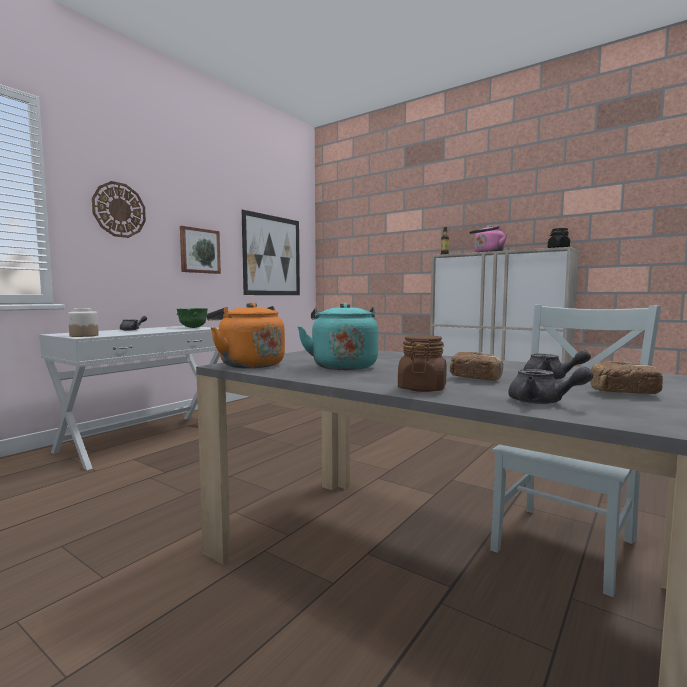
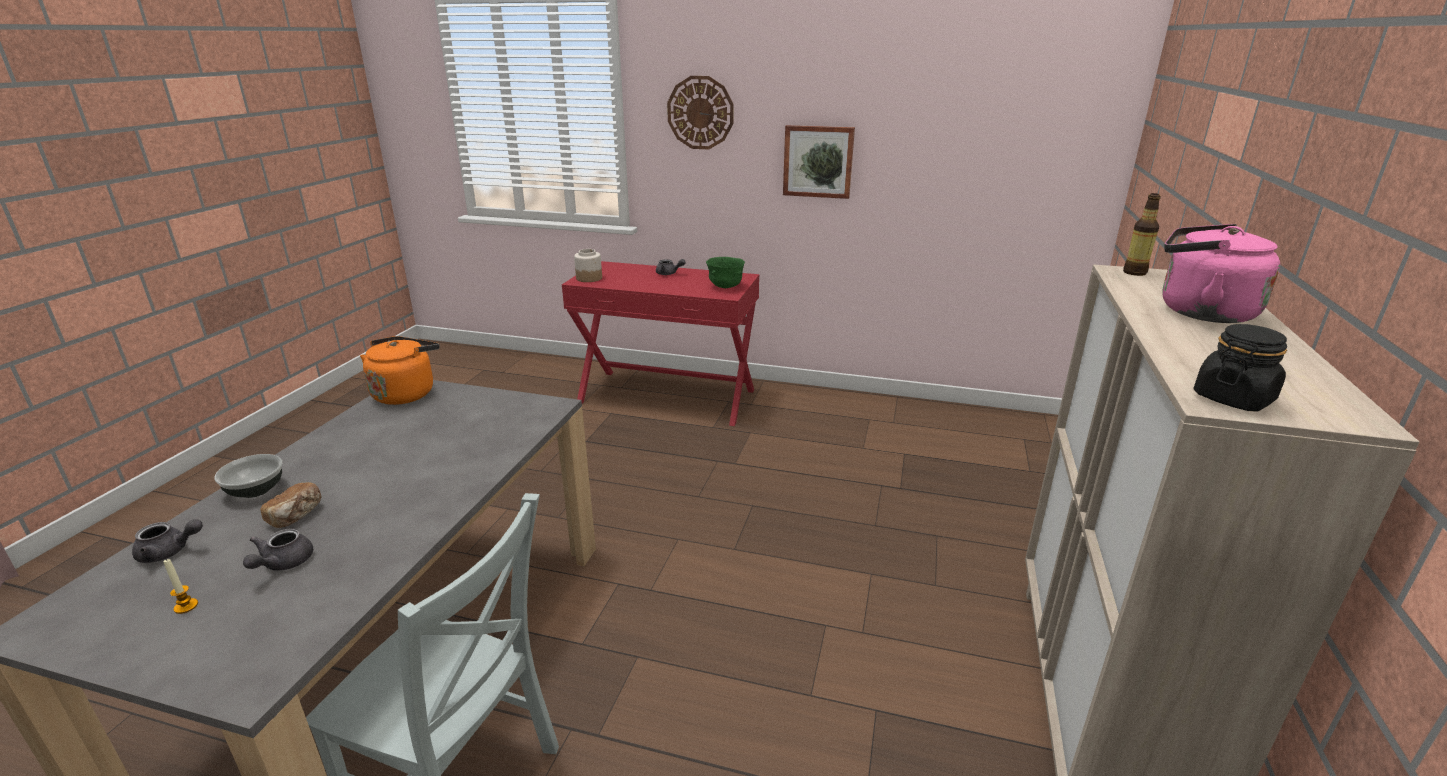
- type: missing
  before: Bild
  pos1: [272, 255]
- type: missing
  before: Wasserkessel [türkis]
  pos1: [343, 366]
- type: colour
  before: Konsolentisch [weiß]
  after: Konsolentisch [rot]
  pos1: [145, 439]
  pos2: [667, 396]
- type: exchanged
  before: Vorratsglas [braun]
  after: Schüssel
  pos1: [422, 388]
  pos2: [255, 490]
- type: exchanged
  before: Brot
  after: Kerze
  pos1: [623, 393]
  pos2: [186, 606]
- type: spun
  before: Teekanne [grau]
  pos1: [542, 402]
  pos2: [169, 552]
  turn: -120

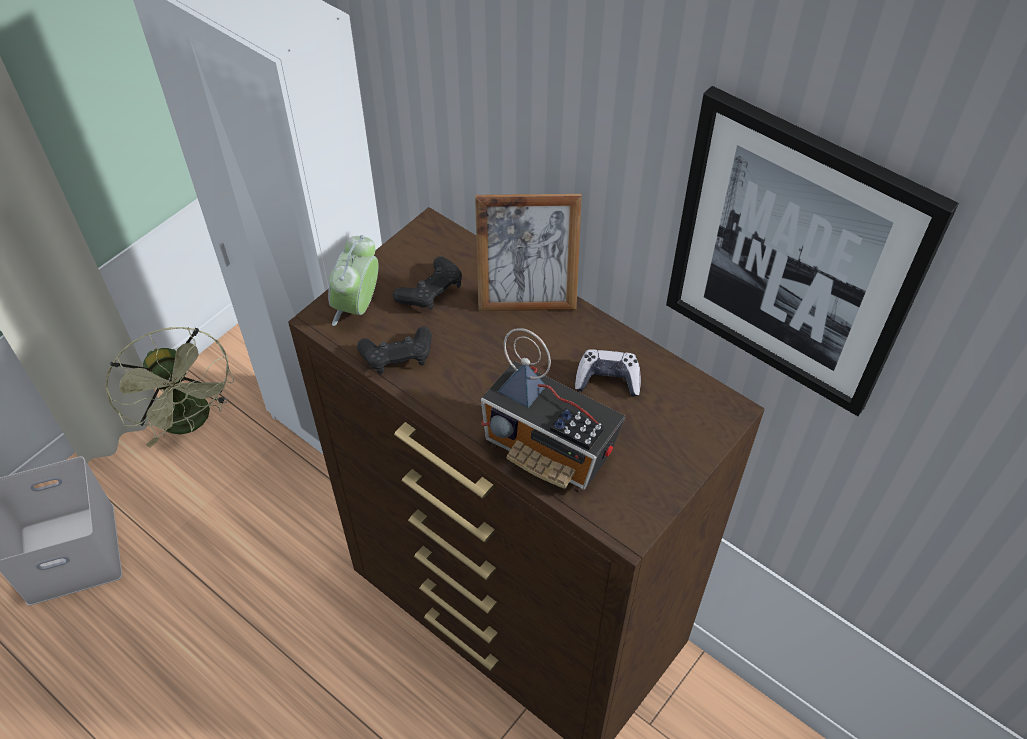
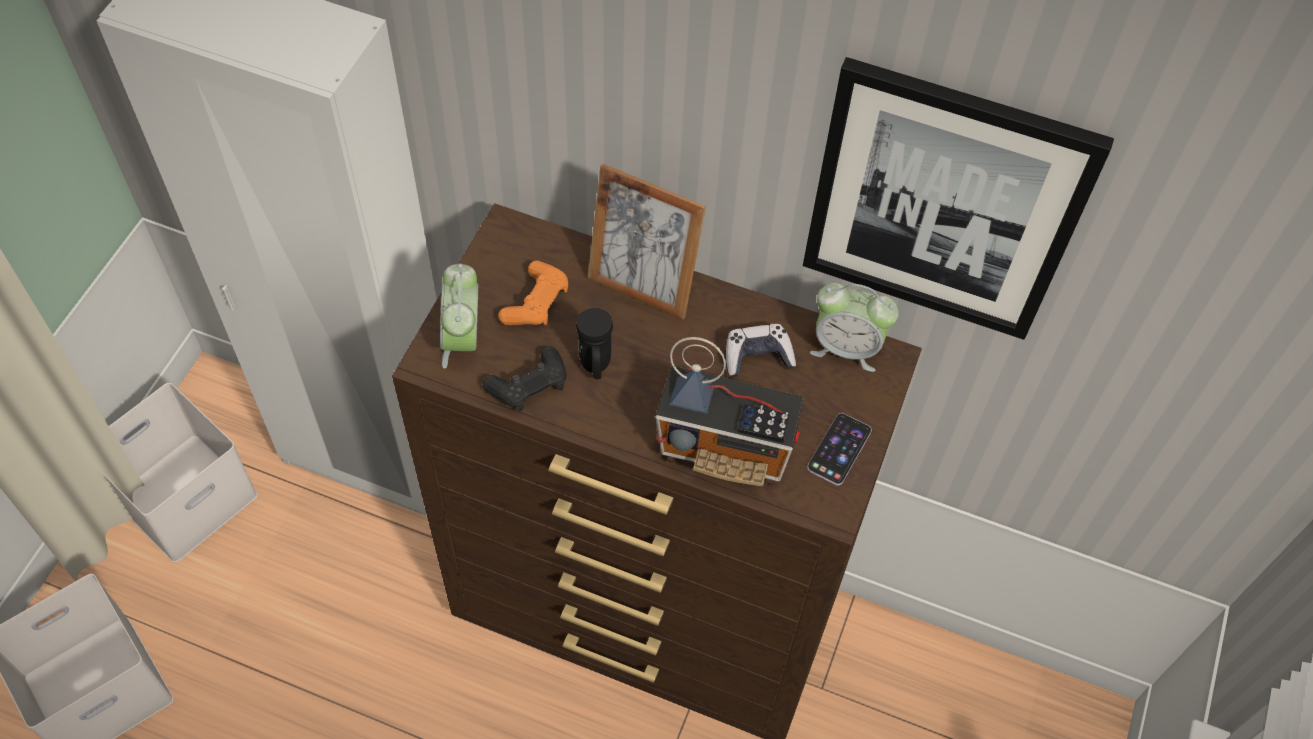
- type: spun
  before: Bilderrahmen
  pos1: [527, 299]
  pos2: [642, 287]
  turn: 45
- type: colour
  before: Gamepad [schwarz]
  after: Gamepad [orange]
  pos1: [431, 291]
  pos2: [536, 303]
- type: exchanged
  before: Ventilator [grün]
  after: Aufbewahrungsbox [weiß]
  pos1: [191, 422]
  pos2: [186, 494]
- type: appeared
  after: Wecker
  pos2: [846, 347]
- type: appeared
  after: Henkelbecher [schwarz]
  pos2: [595, 366]
- type: appeared
  after: Handy
  pos2: [839, 449]

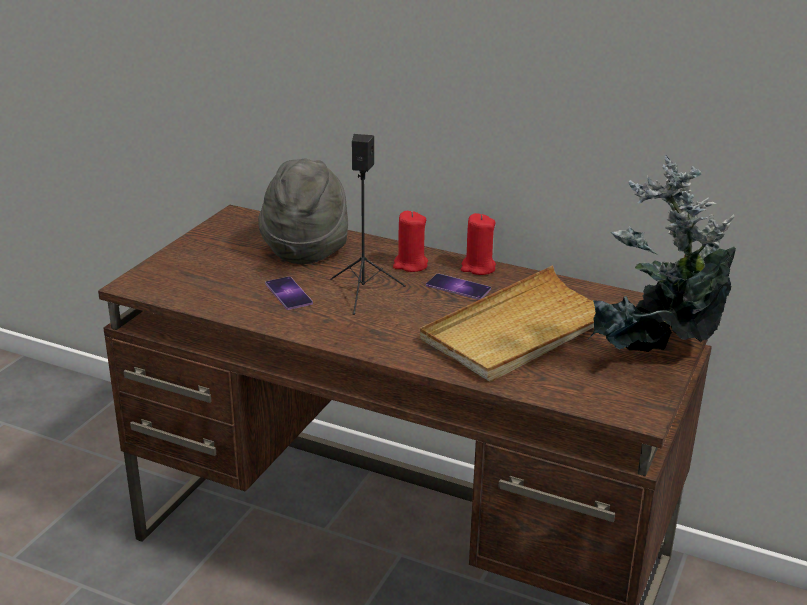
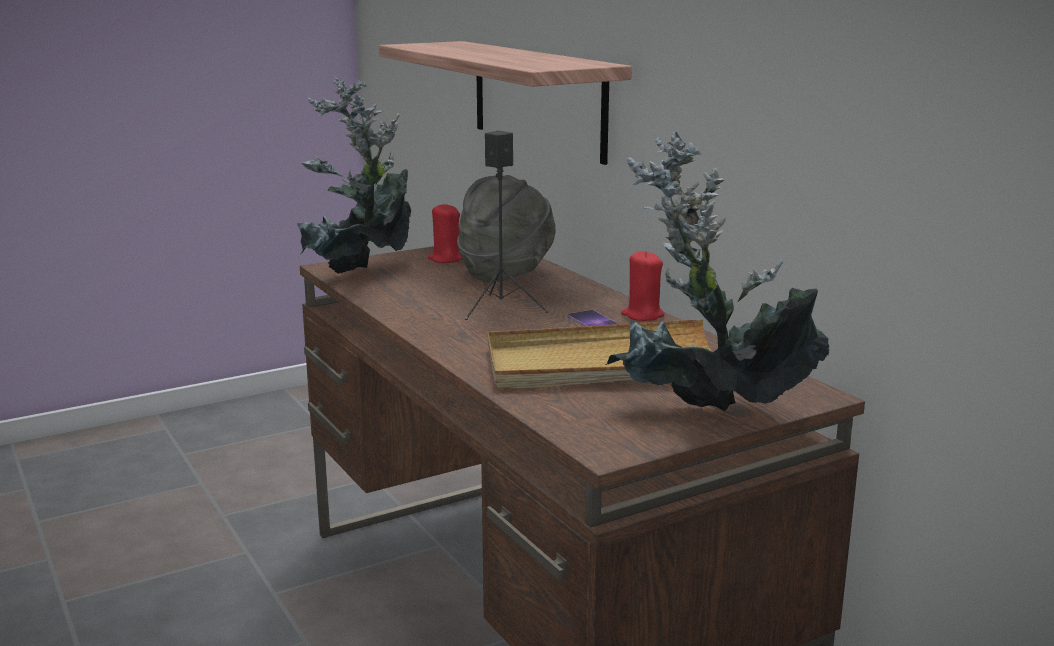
- type: relocated
  before: Kerze [rot]
  pos1: [410, 265]
  pos2: [446, 259]
- type: missing
  before: Handy
  pos1: [288, 293]
- type: appeared
  after: Wandregal
  pos2: [537, 99]
- type: appeared
  after: Topfpflanze
  pos2: [362, 275]

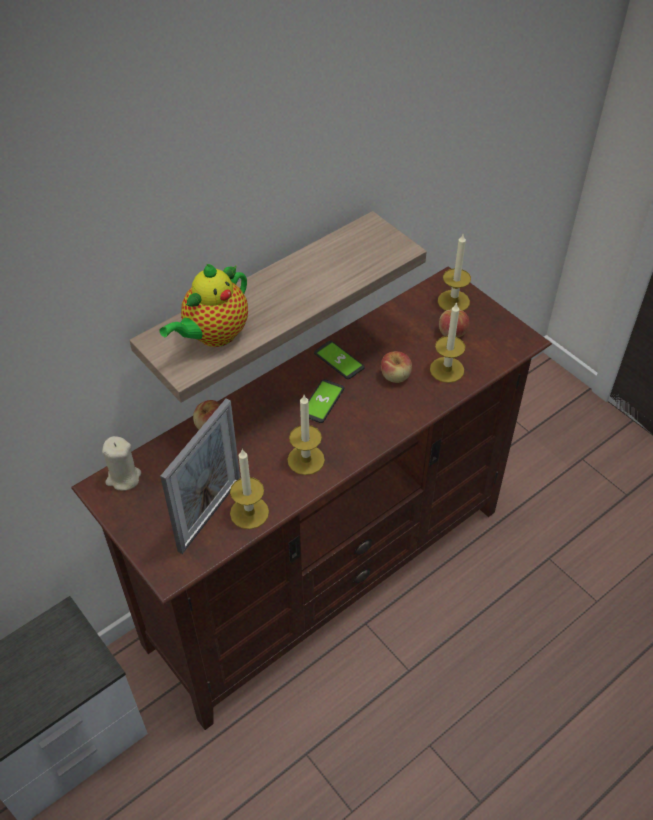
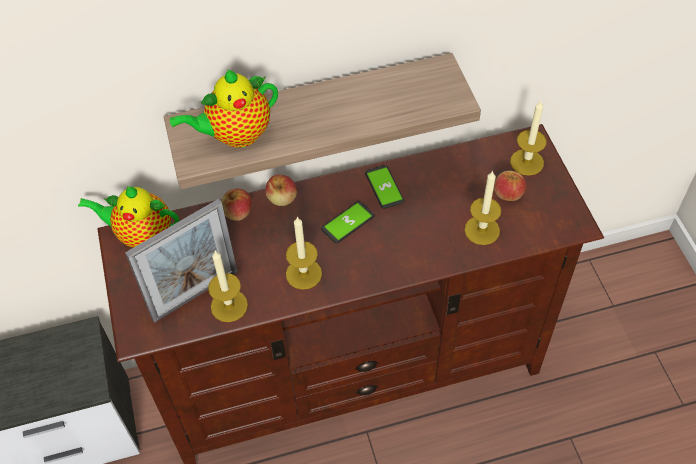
- type: relocated
  before: Apfel
  pos1: [395, 376]
  pos2: [282, 198]
- type: exchanged
  before: Kerze [beige]
  after: Teekanne
  pos1: [123, 478]
  pos2: [142, 235]

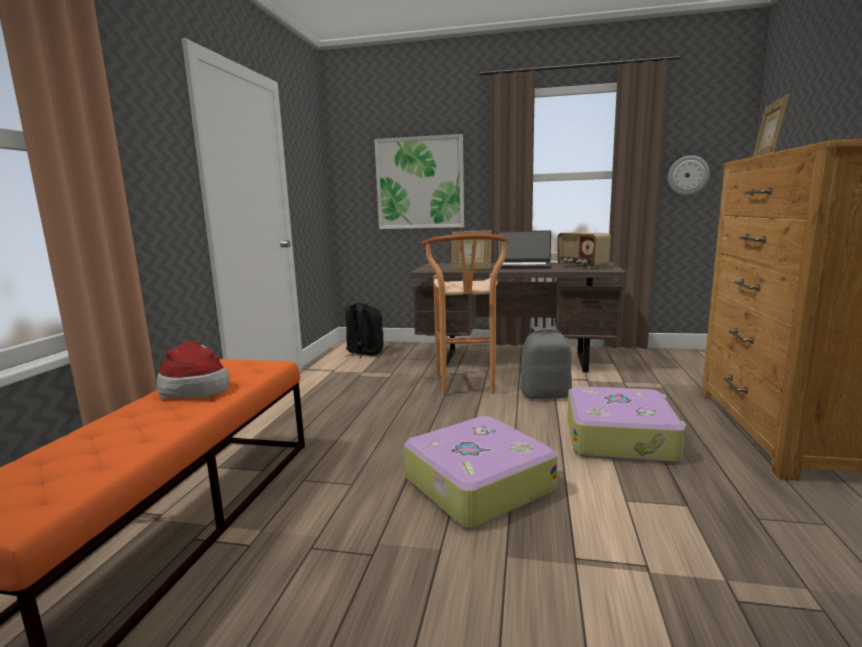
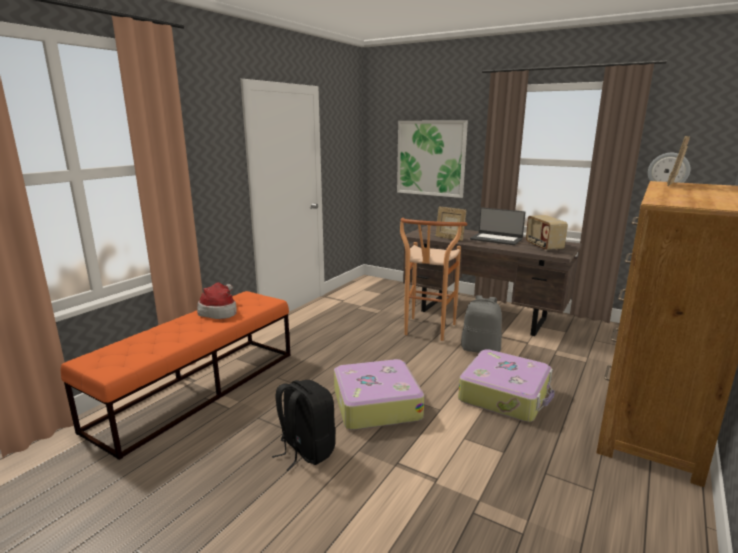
- type: relocated
  before: Rucksack [schwarz]
  pos1: [364, 353]
  pos2: [305, 451]

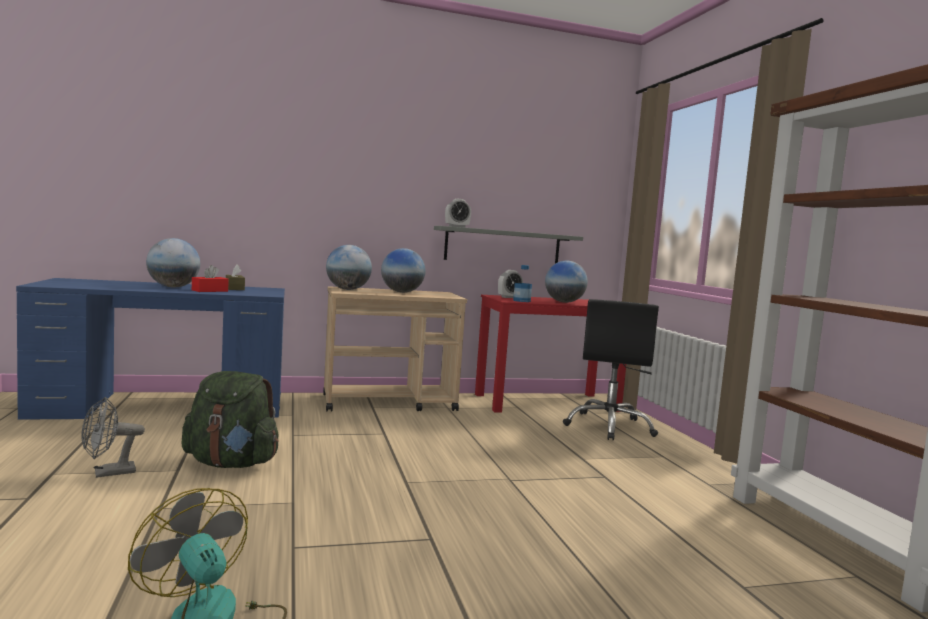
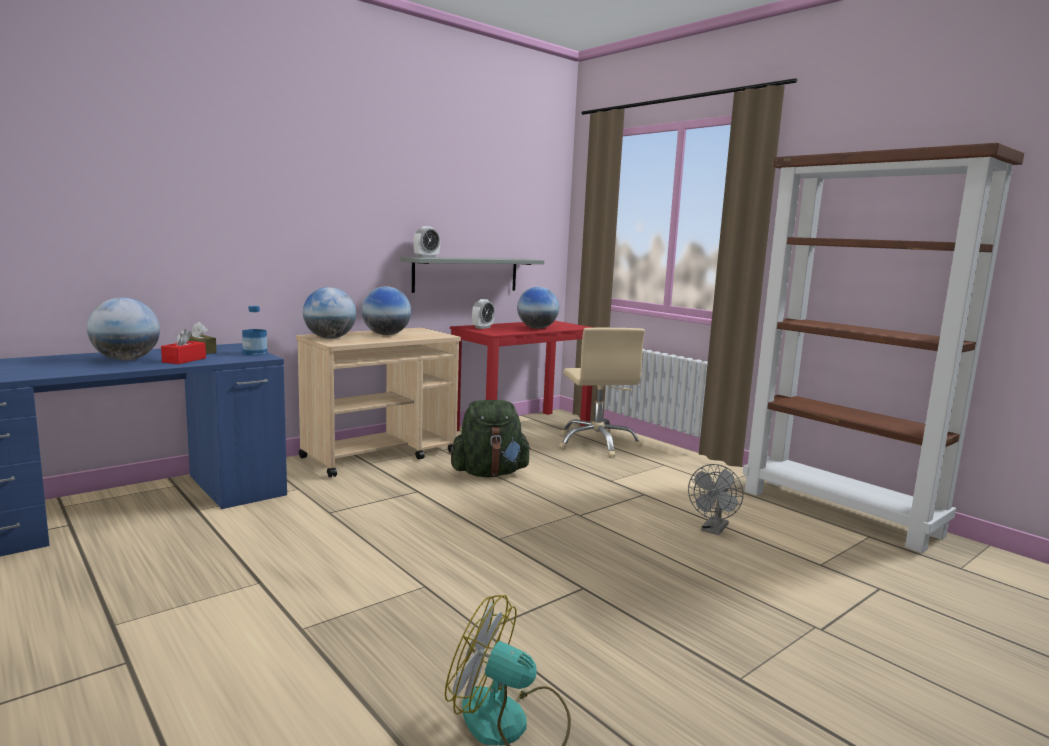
- type: relocated
  before: Flasche
  pos1: [521, 301]
  pos2: [255, 353]
- type: colour
  before: Bürostuhl [schwarz]
  after: Bürostuhl [beige]
  pos1: [609, 426]
  pos2: [597, 444]
- type: relocated
  before: Rucksack [grün]
  pos1: [231, 463]
  pos2: [489, 473]
- type: relocated
  before: Ventilator [grau]
  pos1: [108, 473]
  pos2: [713, 530]

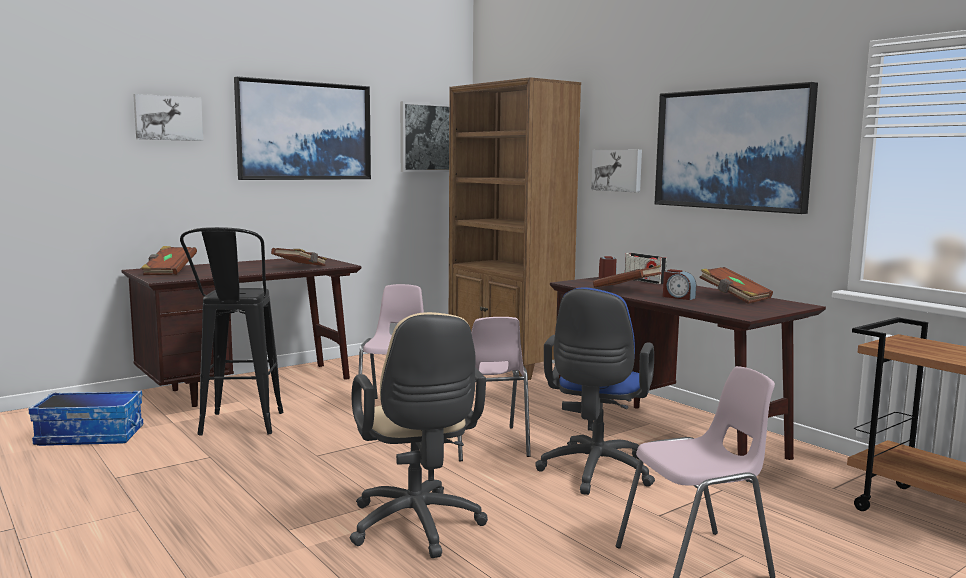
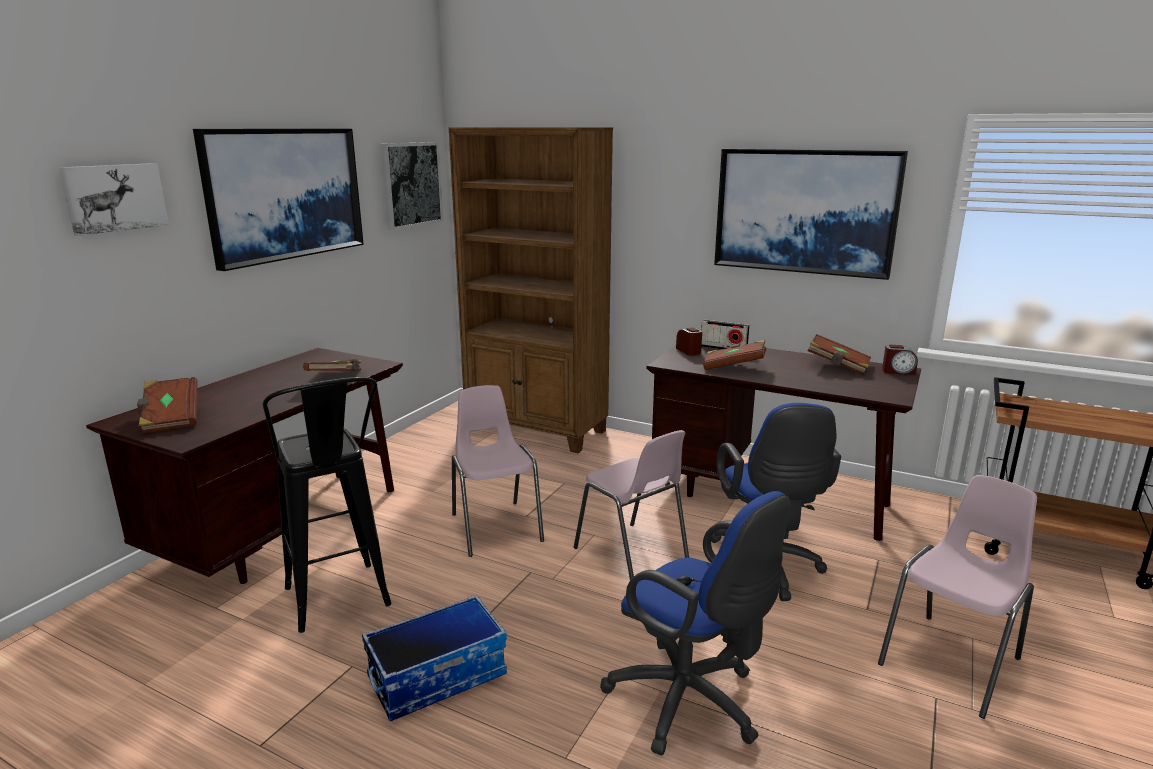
- type: missing
  before: Bild
  pos1: [617, 170]
- type: relocated
  before: Wecker
  pos1: [678, 297]
  pos2: [898, 371]
- type: colour
  before: Bürostuhl [beige]
  after: Bürostuhl [blau]
  pos1: [417, 528]
  pos2: [690, 703]
- type: relocated
  before: Aufbewahrungsbox
  pos1: [91, 436]
  pos2: [437, 676]

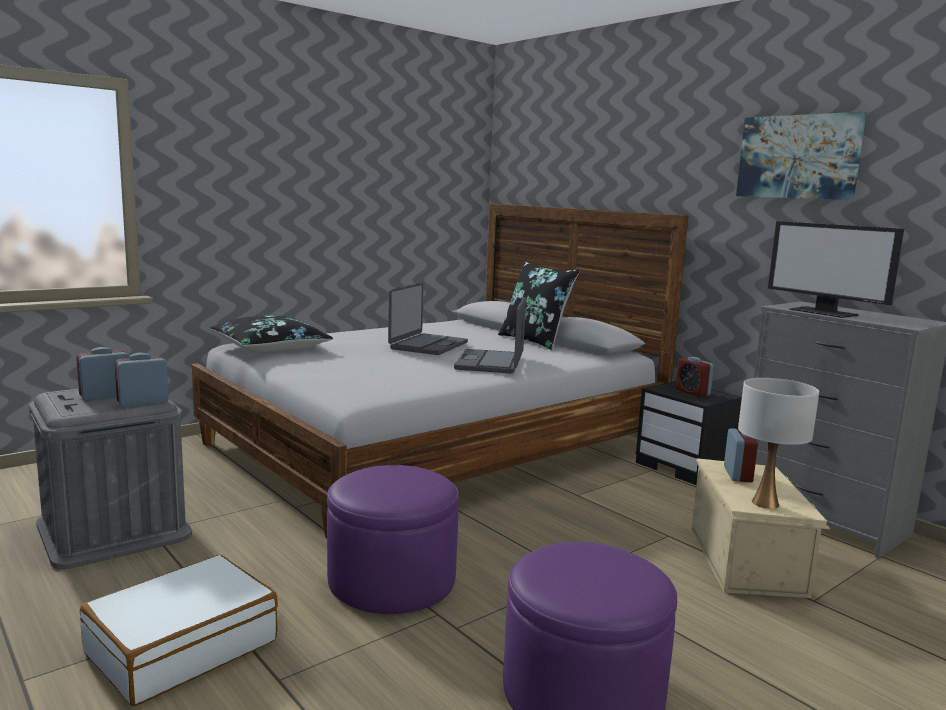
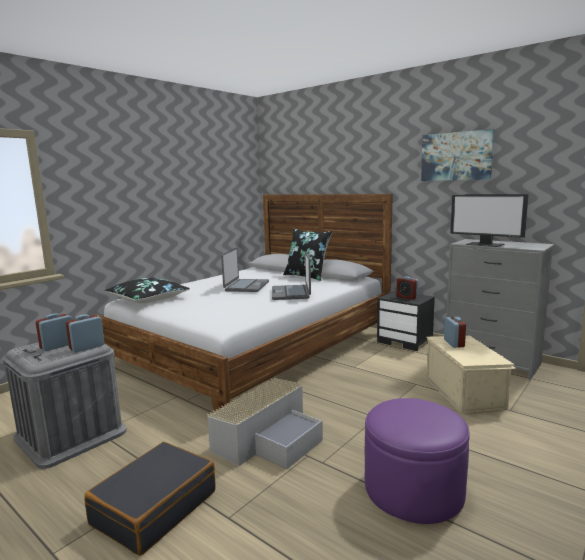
- type: missing
  before: Tischlampe [weiß]
  pos1: [764, 503]
- type: exchanged
  before: Polsterhocker [lila]
  after: Aufbewahrungsbox [grau]
  pos1: [392, 580]
  pos2: [269, 438]
- type: colour
  before: Koffer [weiß]
  after: Koffer [schwarz]
  pos1: [182, 646]
  pos2: [154, 507]

